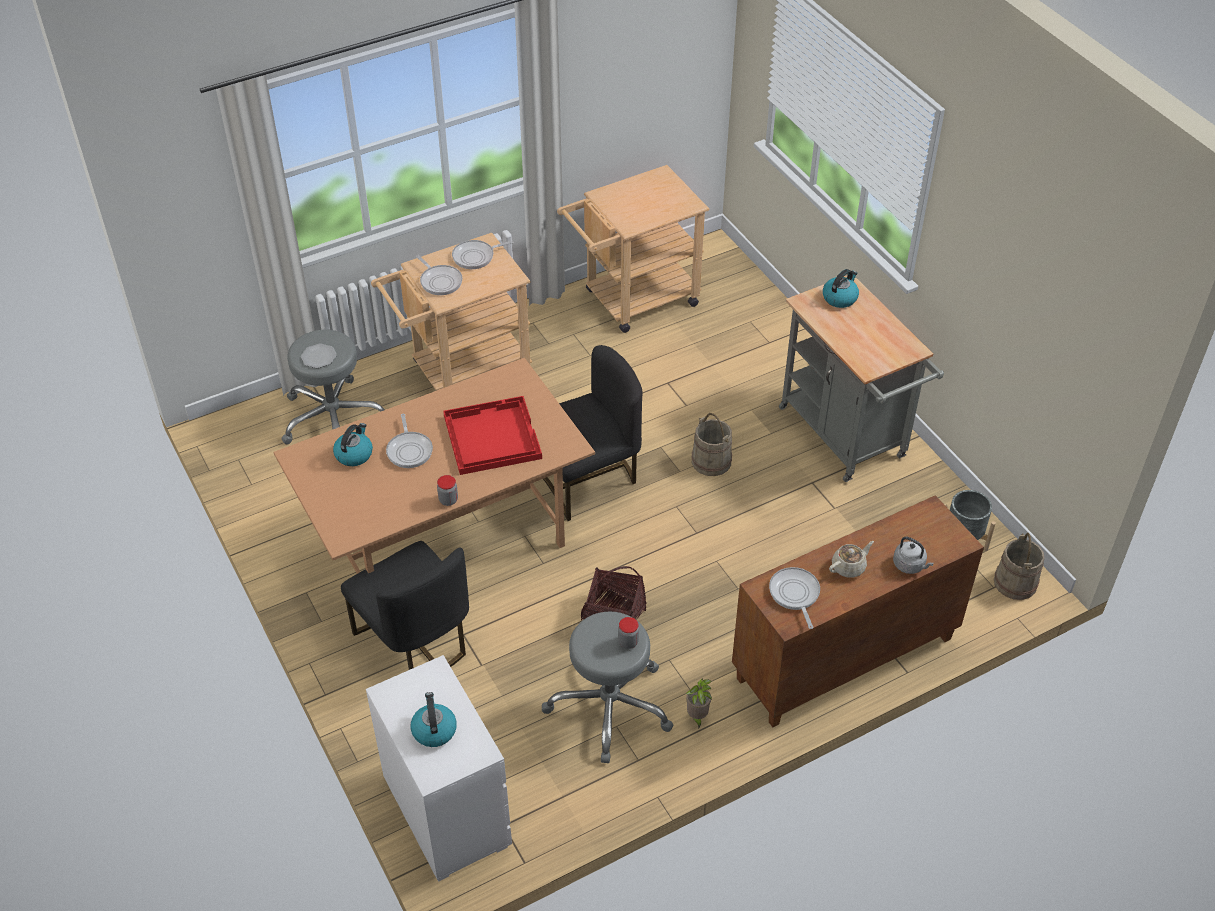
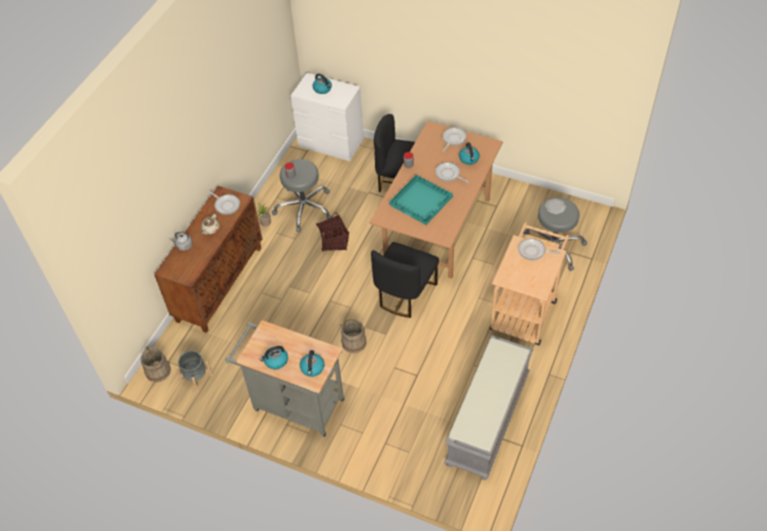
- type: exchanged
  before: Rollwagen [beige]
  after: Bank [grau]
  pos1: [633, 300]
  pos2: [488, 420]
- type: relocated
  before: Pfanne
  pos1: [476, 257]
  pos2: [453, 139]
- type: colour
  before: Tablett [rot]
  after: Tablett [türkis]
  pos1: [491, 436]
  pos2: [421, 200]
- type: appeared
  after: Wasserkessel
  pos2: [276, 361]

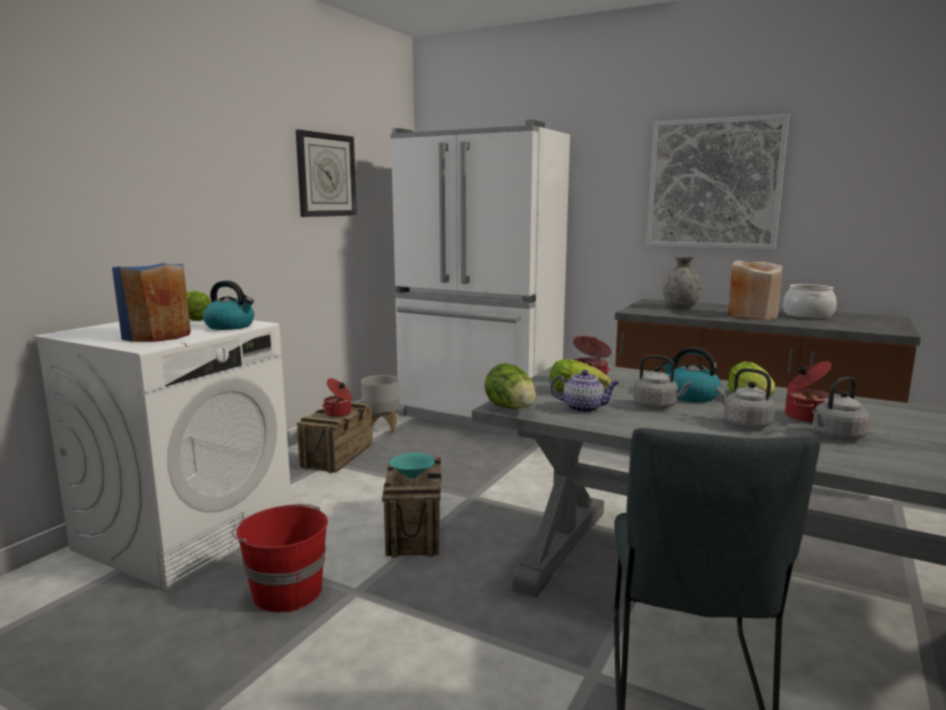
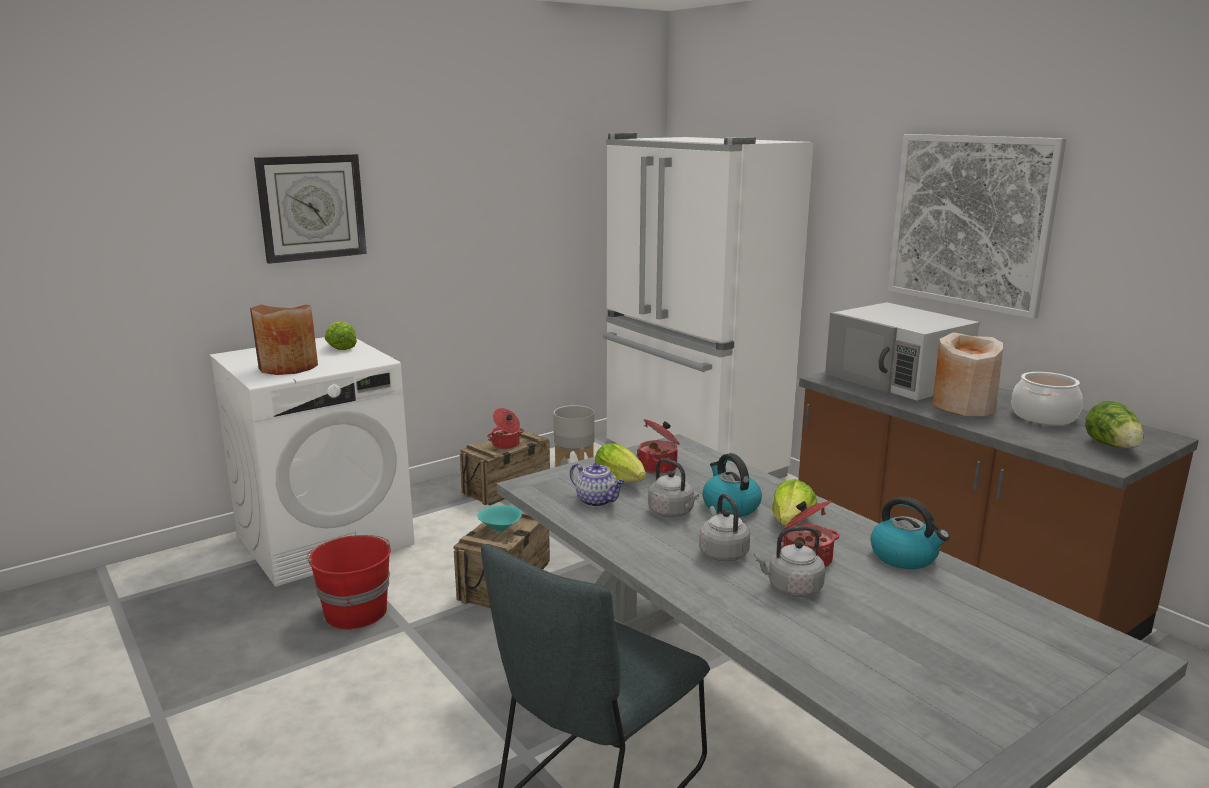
- type: relocated
  before: Wanduhr
  pos1: [326, 175]
  pos2: [311, 207]
- type: exchanged
  before: Vase [grau]
  after: Mikrowelle [weiß]
  pos1: [680, 307]
  pos2: [897, 379]
- type: colour
  before: Vase [blau]
  after: Vase [braun]
  pos1: [156, 335]
  pos2: [288, 367]
- type: relocated
  before: Wasserkessel
  pos1: [231, 326]
  pos2: [905, 557]
- type: relocated
  before: Salatkopf
  pos1: [512, 409]
  pos2: [1112, 447]

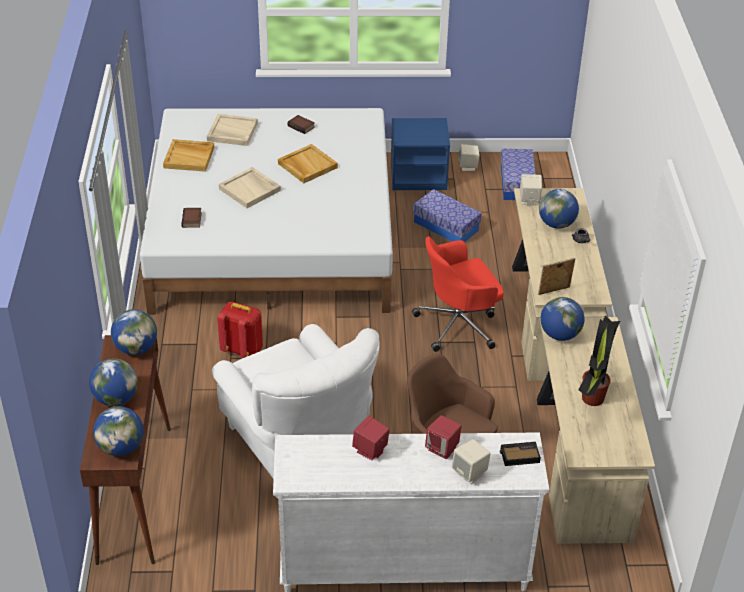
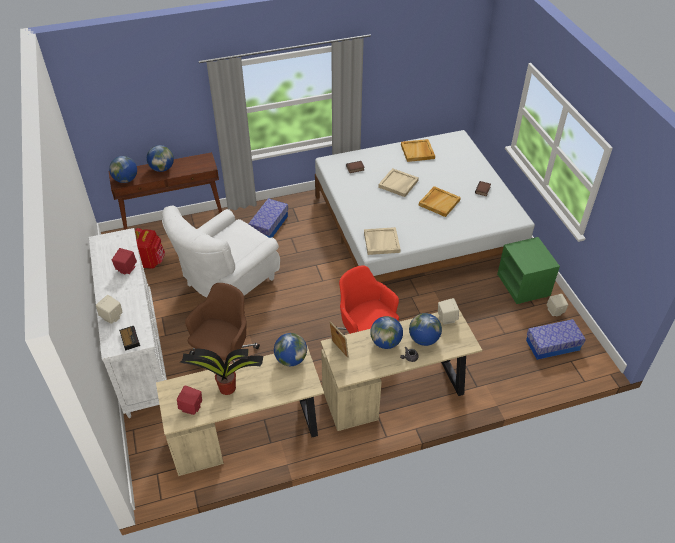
- type: relocated
  before: Tablett [beige]
  pos1: [232, 132]
  pos2: [381, 242]
- type: colour
  before: Nachttisch [blau]
  after: Nachttisch [grün]
  pos1: [419, 176]
  pos2: [524, 285]
- type: relocated
  before: Aufbewahrungsbox
  pos1: [446, 226]
  pos2: [269, 225]
- type: relocated
  before: Rucksack [rot]
  pos1: [243, 349]
  pos2: [152, 261]
- type: relocated
  before: Globus
  pos1: [136, 348]
  pos2: [385, 342]
- type: relocated
  before: Lautsprecher [rot]
  pos1: [442, 448]
  pos2: [191, 407]

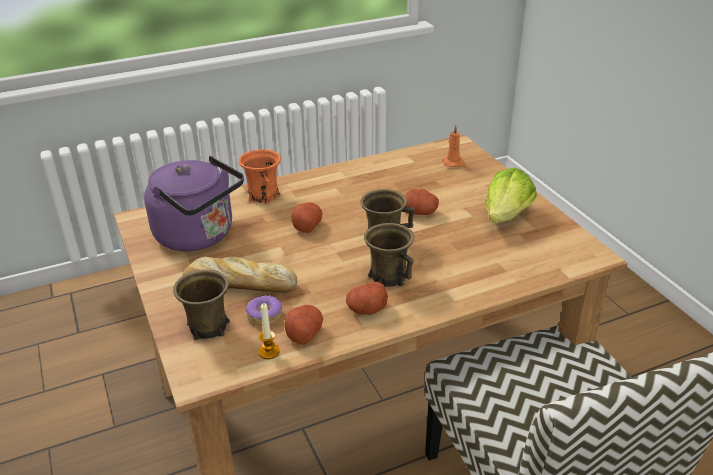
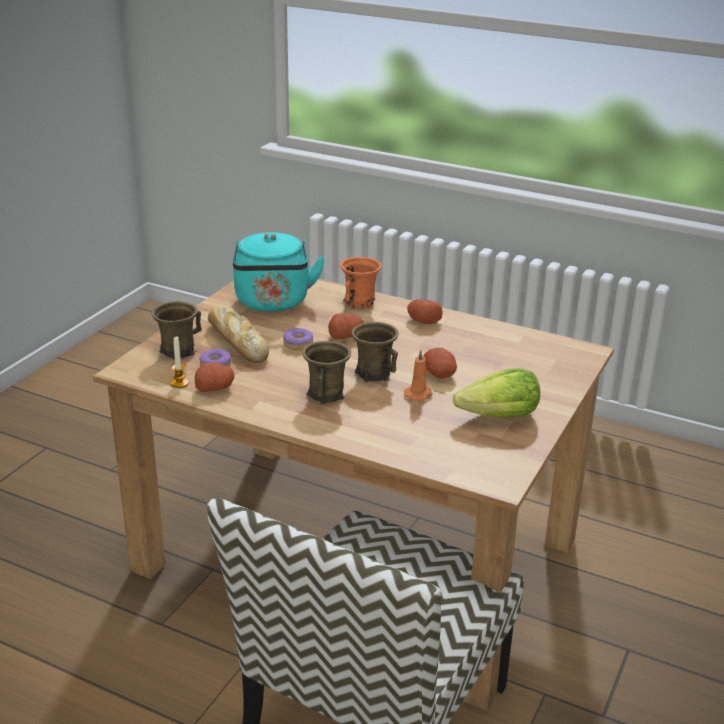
- type: relocated
  before: Kerze [orange]
  pos1: [452, 162]
  pos2: [419, 394]
- type: colour
  before: Wasserkessel [lila]
  after: Wasserkessel [türkis]
  pos1: [199, 236]
  pos2: [273, 303]
- type: relocated
  before: Kartoffel
  pos1: [367, 309]
  pos2: [423, 321]
- type: appeared
  after: Donut
  pos2: [298, 344]

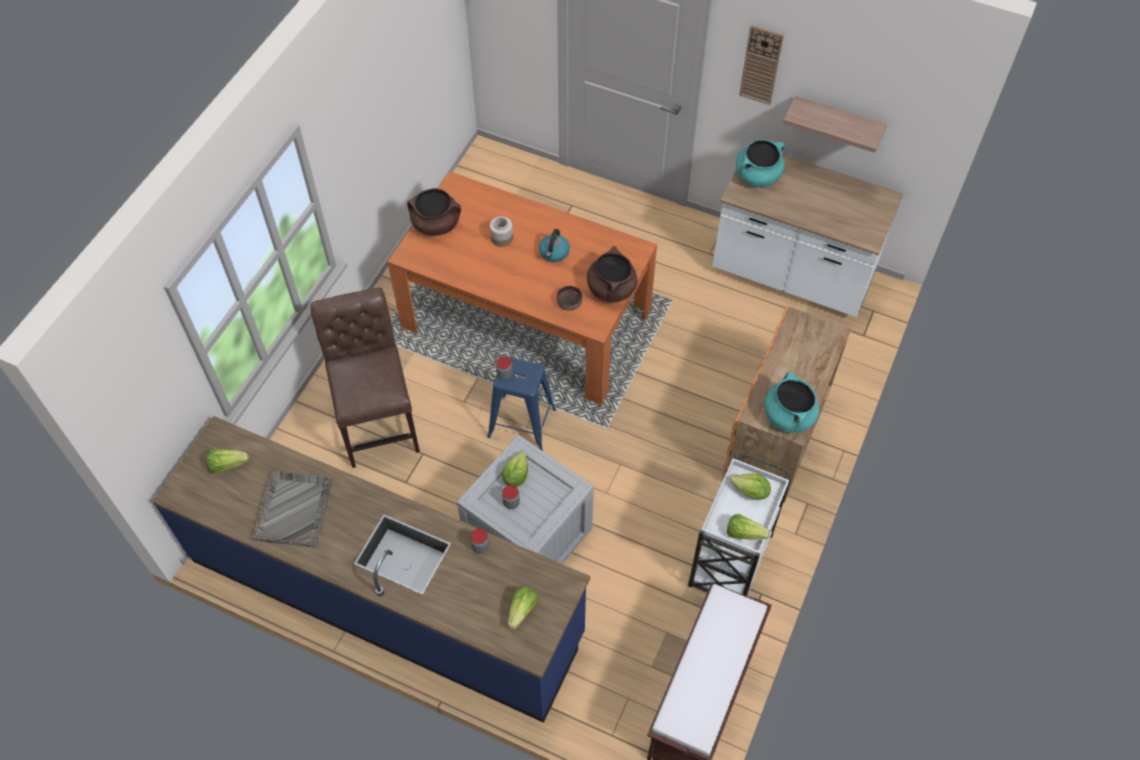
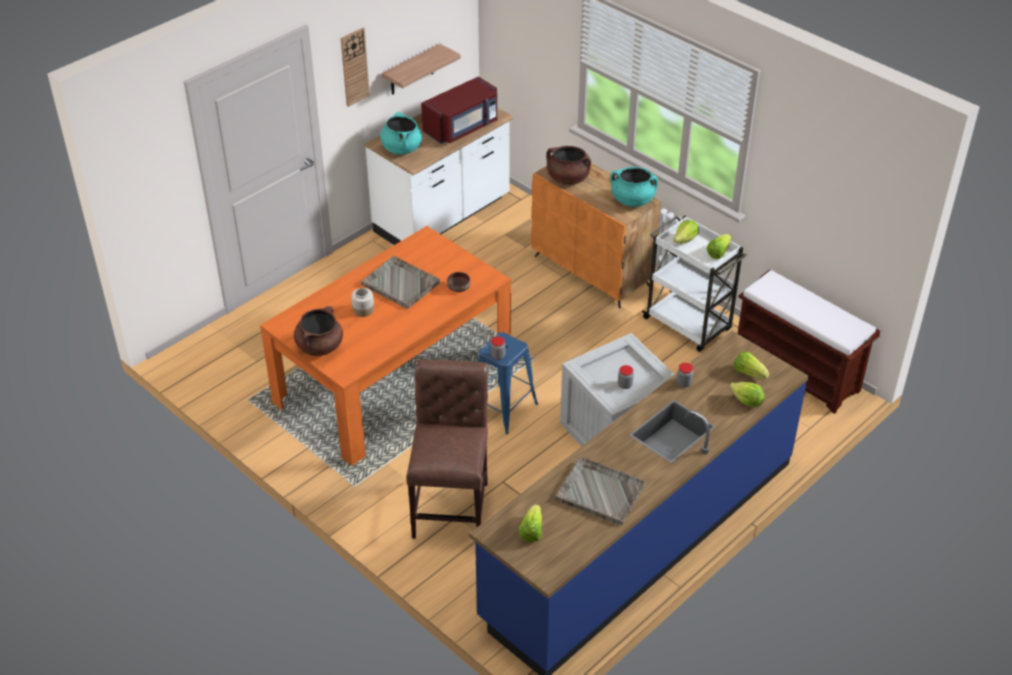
- type: exchanged
  before: Wasserkessel
  after: Tablett [grau]
  pos1: [554, 253]
  pos2: [400, 283]
- type: relocated
  before: Kochtopf [braun]
  pos1: [611, 289]
  pos2: [567, 179]
- type: spun
  before: Stuhl [braun]
  pos1: [378, 421]
  pos2: [452, 505]
  turn: 90
- type: relocated
  before: Salatkopf
  pos1: [516, 476]
  pos2: [746, 402]
- type: appeared
  after: Mikrowelle [rot]
  pos2: [462, 127]

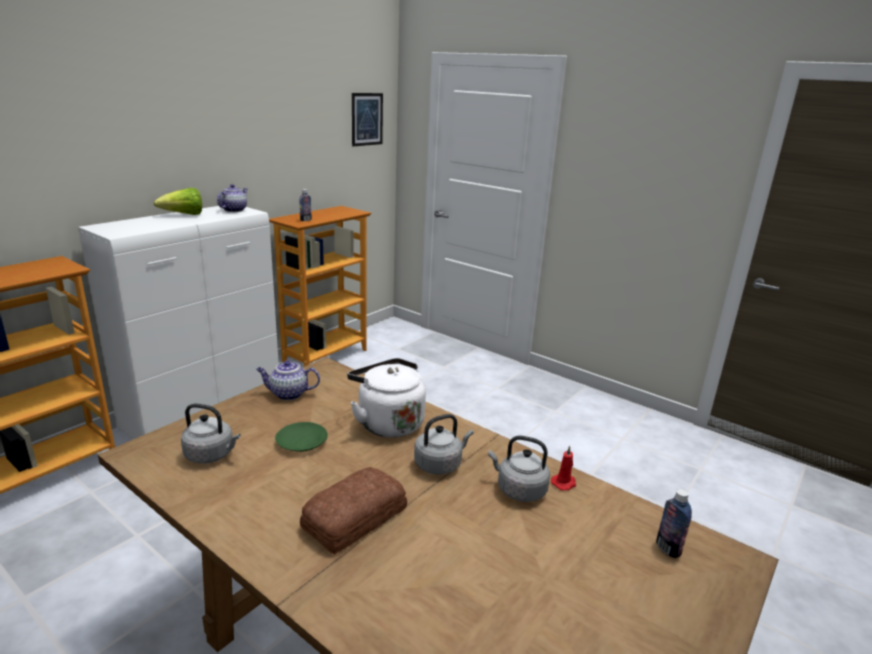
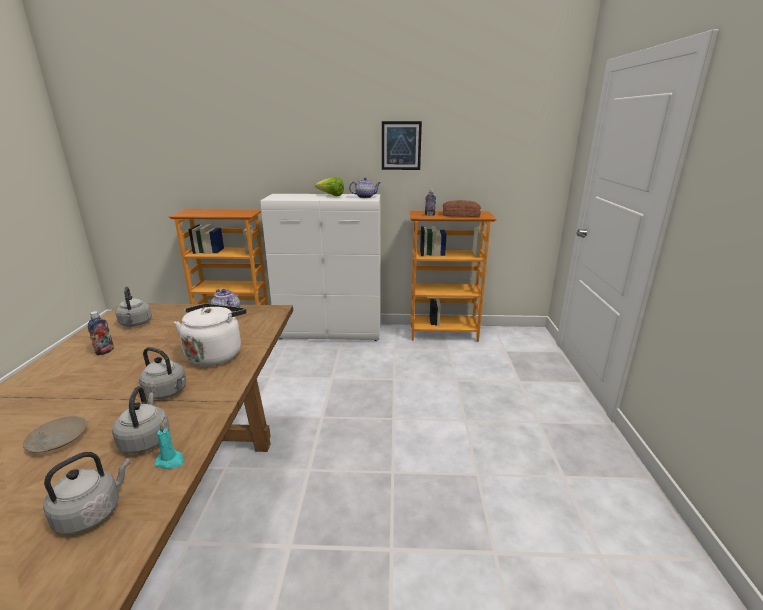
- type: relocated
  before: Bild
  pos1: [367, 119]
  pos2: [401, 146]
- type: missing
  before: Teller [grün]
  pos1: [302, 442]
- type: colour
  before: Kerze [rot]
  after: Kerze [türkis]
  pos1: [564, 483]
  pos2: [170, 461]
- type: relocated
  before: Brot
  pos1: [352, 517]
  pos2: [460, 214]
- type: relocated
  before: Flasche
  pos1: [668, 549]
  pos2: [105, 351]
- type: appeared
  after: Teller [beige]
  pos2: [57, 440]
- type: appeared
  after: Wasserkessel [grau]
  pos2: [92, 512]

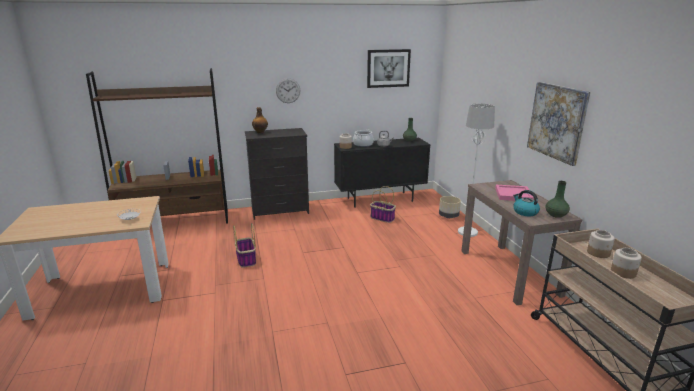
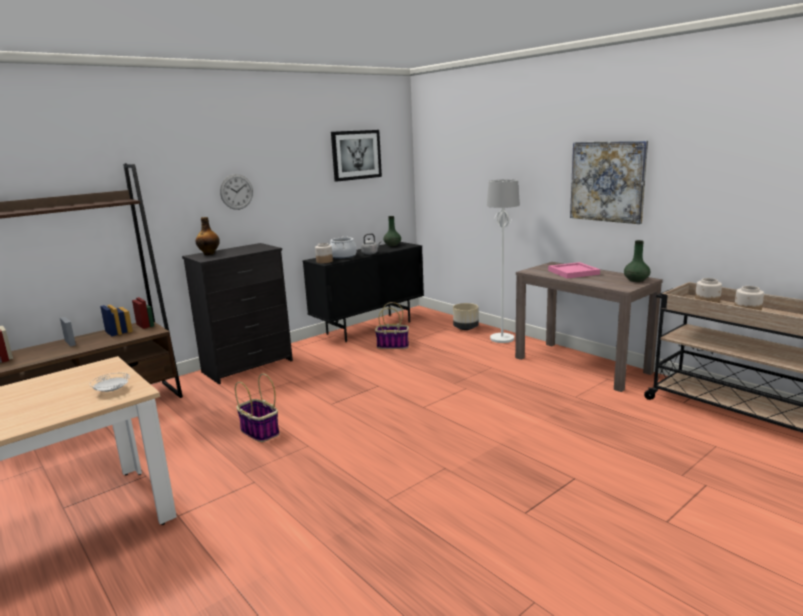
- type: missing
  before: Wasserkessel
  pos1: [525, 212]

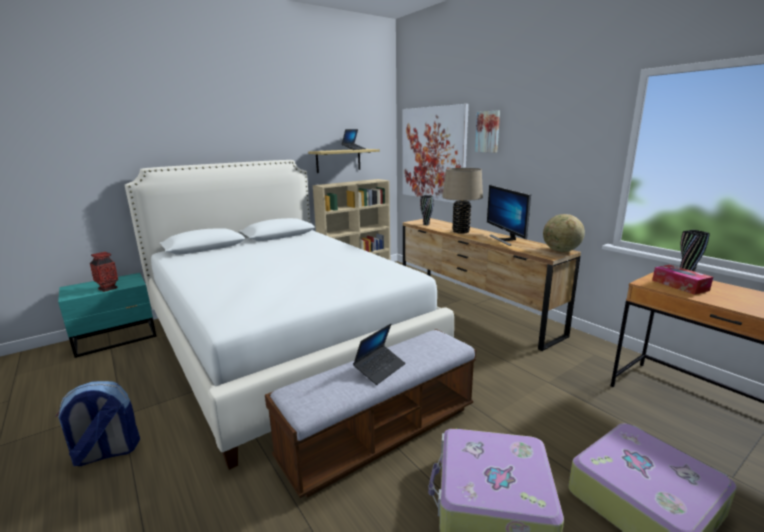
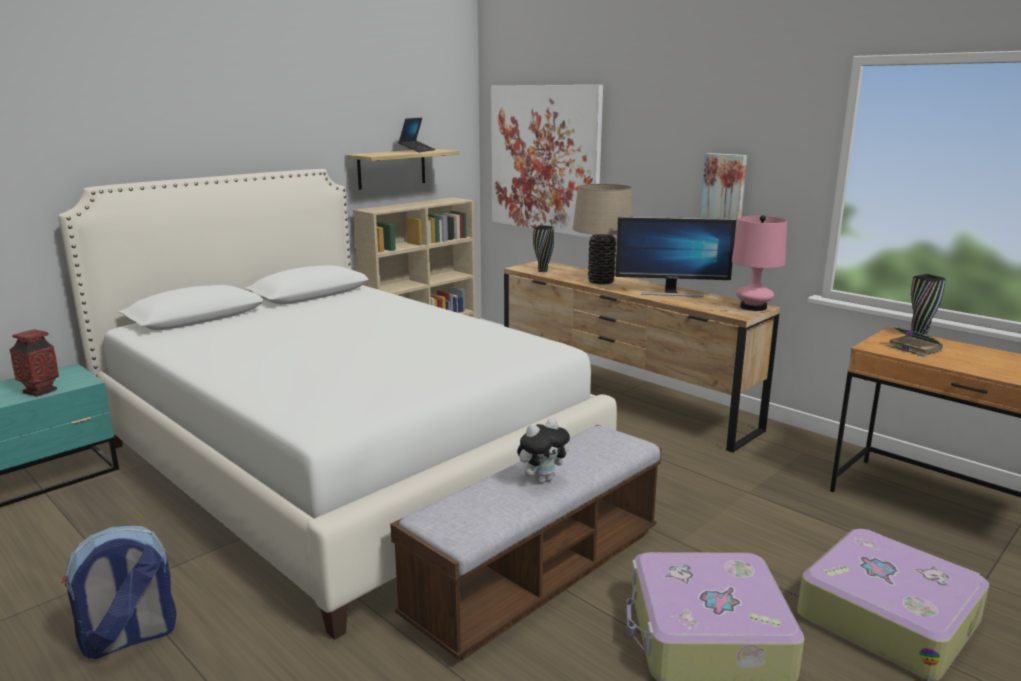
- type: relocated
  before: Bild
  pos1: [488, 131]
  pos2: [724, 186]
- type: spun
  before: Monitor
  pos1: [505, 240]
  pos2: [671, 292]
  turn: -60
- type: exchanged
  before: Globus
  after: Tischlampe [rosa]
  pos1: [561, 251]
  pos2: [753, 307]
- type: exchanged
  before: Taschentuchbox
  after: Buch
  pos1: [680, 285]
  pos2: [913, 348]
- type: exchanged
  before: Laptop
  after: Plüschtier
  pos1: [380, 369]
  pos2: [542, 479]

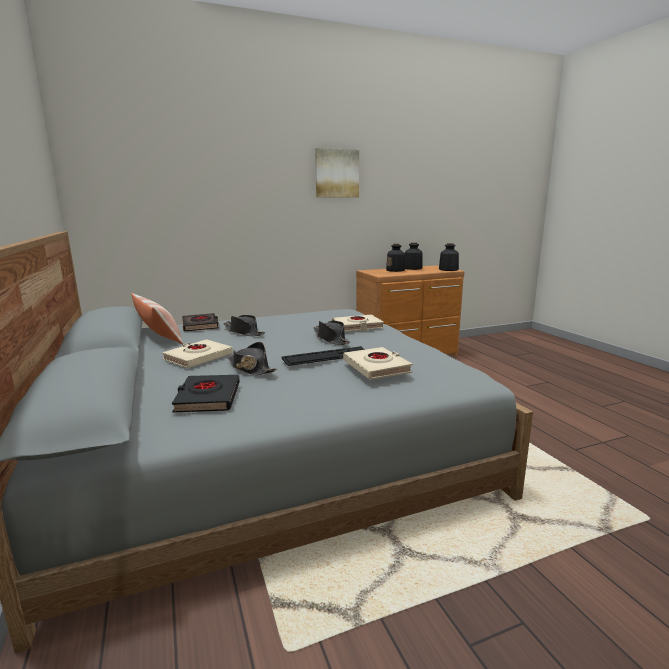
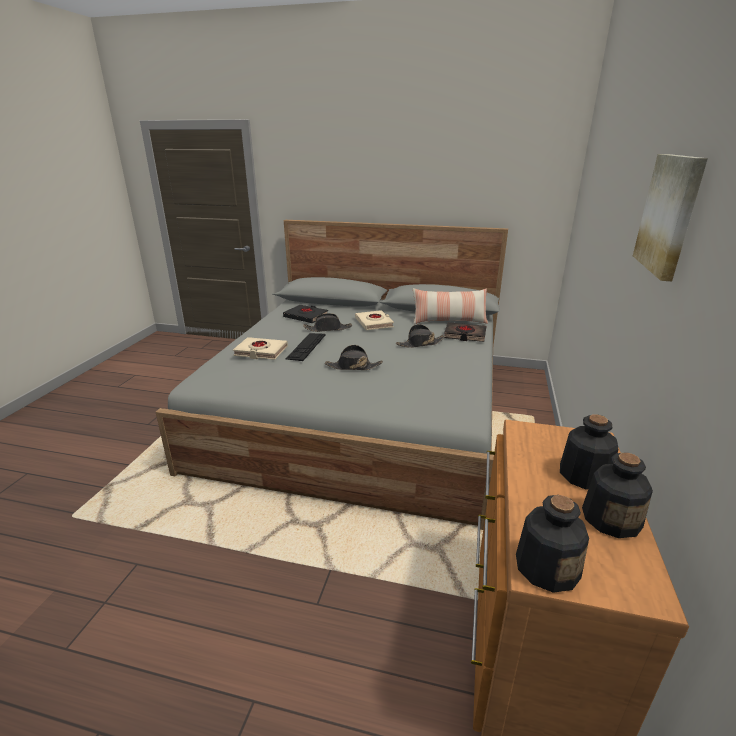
- type: missing
  before: Buch [beige]
  pos1: [357, 326]

